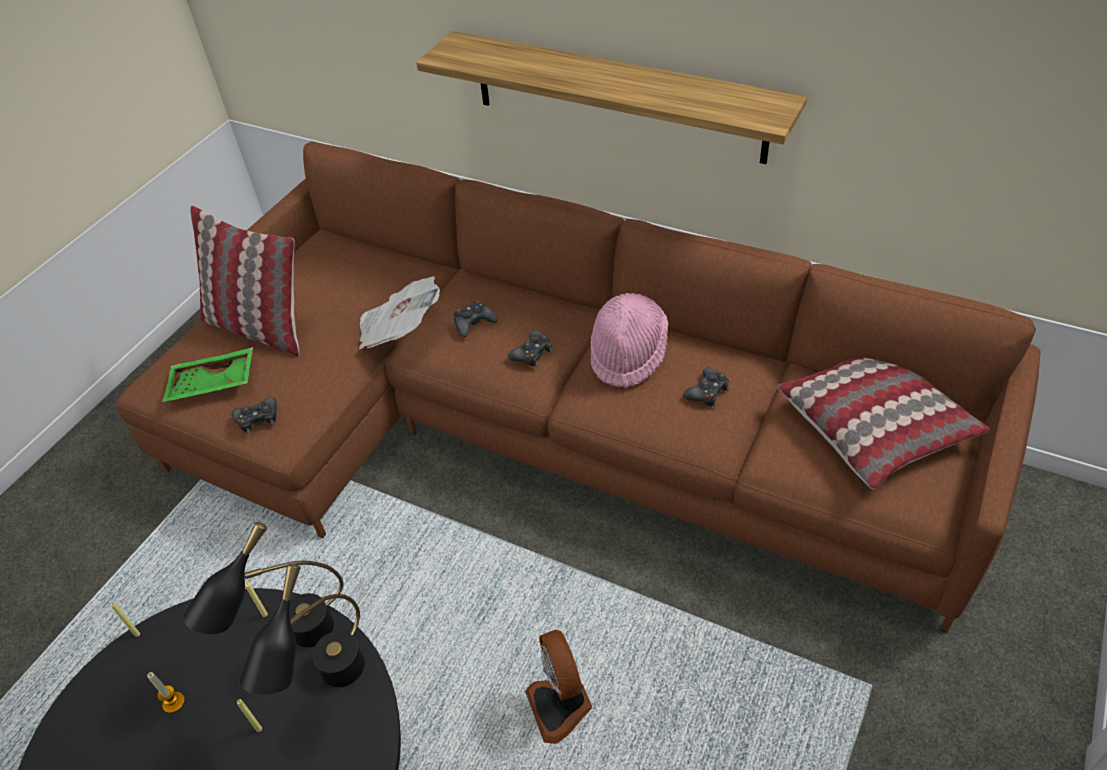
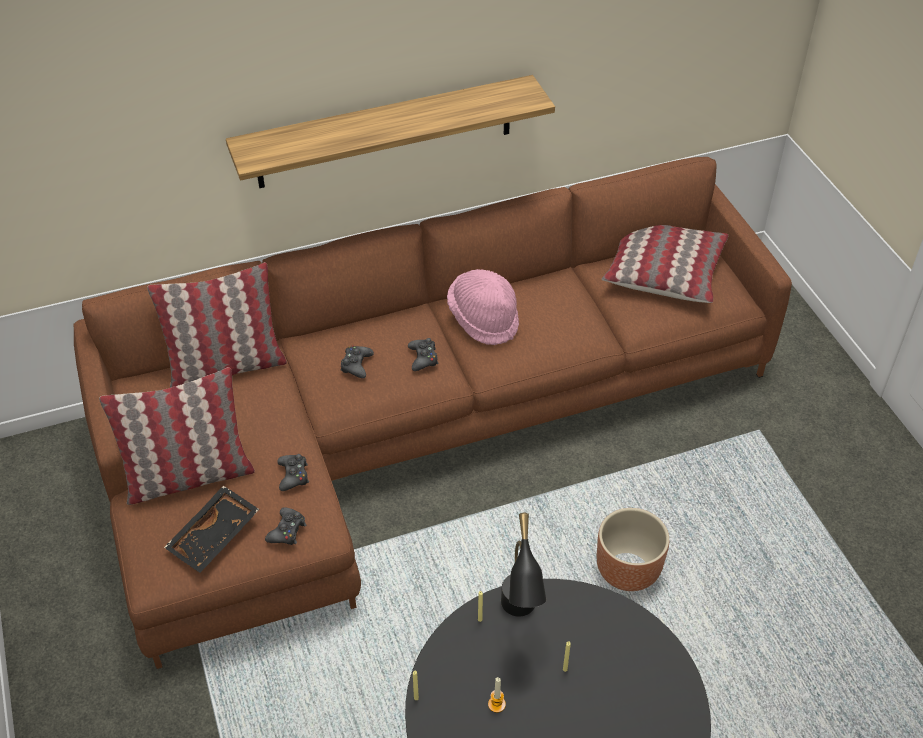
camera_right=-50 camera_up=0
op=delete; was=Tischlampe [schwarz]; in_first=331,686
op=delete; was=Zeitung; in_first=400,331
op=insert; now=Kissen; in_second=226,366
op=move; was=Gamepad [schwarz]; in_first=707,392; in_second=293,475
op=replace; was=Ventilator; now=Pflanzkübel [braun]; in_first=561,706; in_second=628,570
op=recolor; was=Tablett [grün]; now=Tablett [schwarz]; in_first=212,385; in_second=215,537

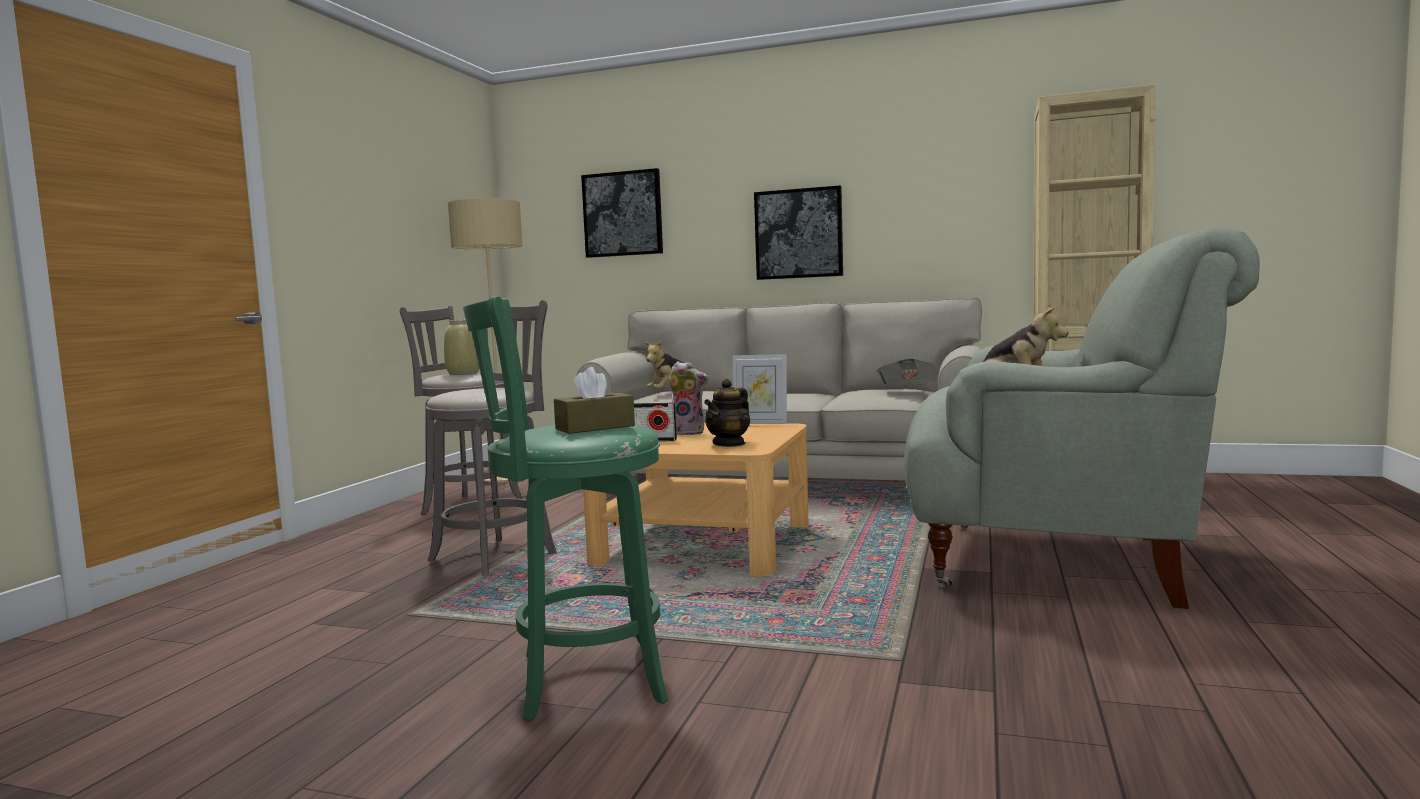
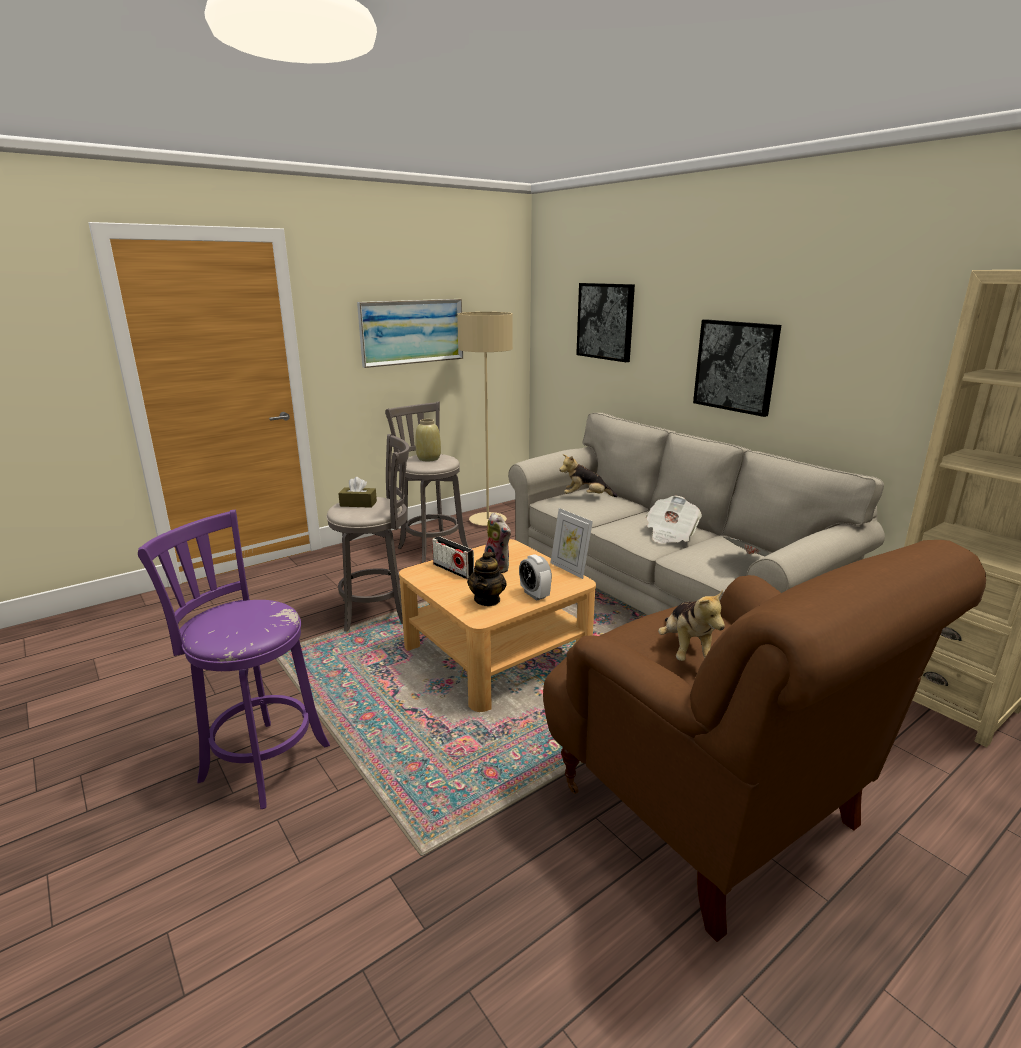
camera_right=35 camera_up=15
op=insert; now=Bild; in_second=412,331
op=insert; now=Wecker; in_second=534,594
op=insert; now=Zeitung; in_second=670,534
op=move; was=Taschentuchbox [braun]; in_first=595,427; in_second=358,504
op=recolor; was=Hocker [grün]; now=Hocker [lila]; in_first=581,679; in_second=260,760
op=recolor; was=Sessel [grau]; now=Sessel [braun]; in_first=1058,561; in_second=711,809
op=rotate; was=Teekanne; in_first=729,444; in_second=487,600; clockwise=-60

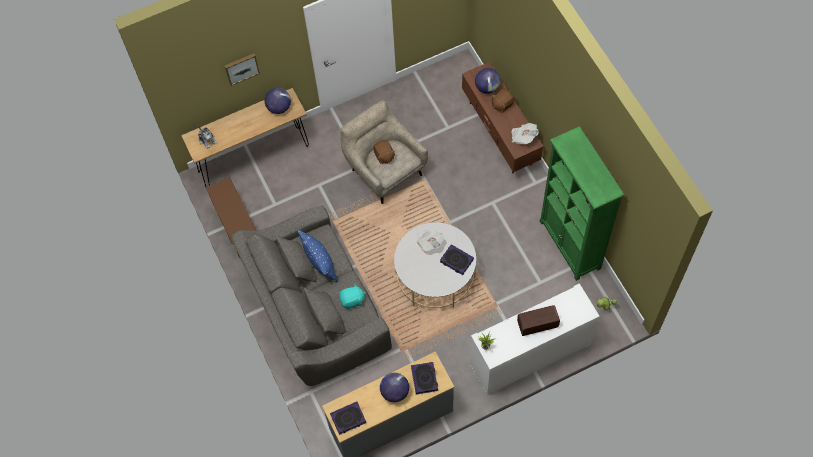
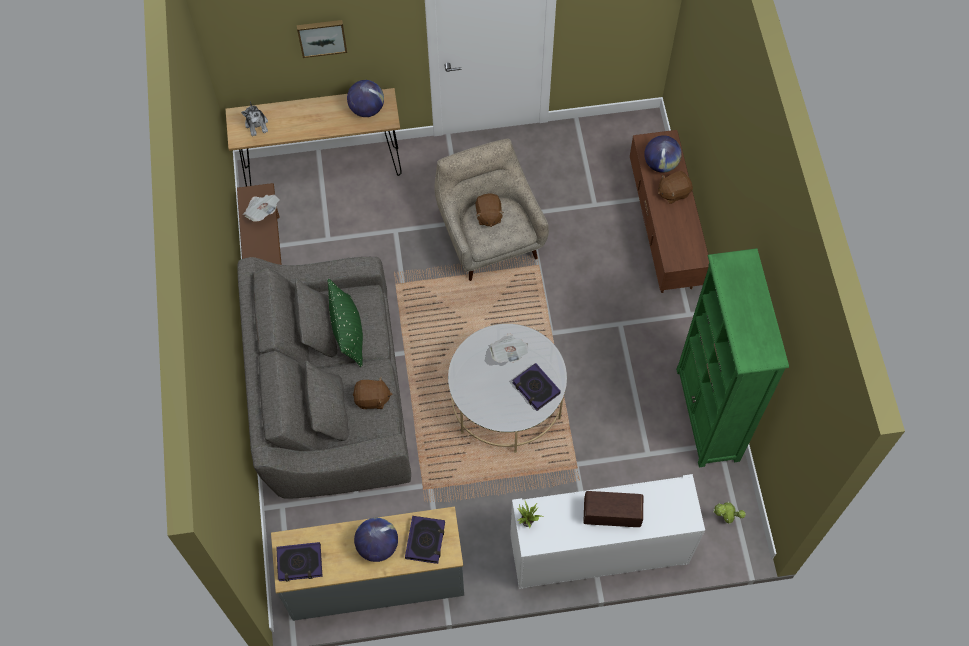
camera_right=15 camera_up=0
op=move; was=Zeitung; in_first=523,137; in_second=262,212
op=recolor; was=Kissen [blau]; now=Kissen [grün]; in_first=319,261; in_second=348,332
op=recolor; was=Plüschtier [türkis]; now=Plüschtier [braun]; in_first=352,300; in_second=372,399

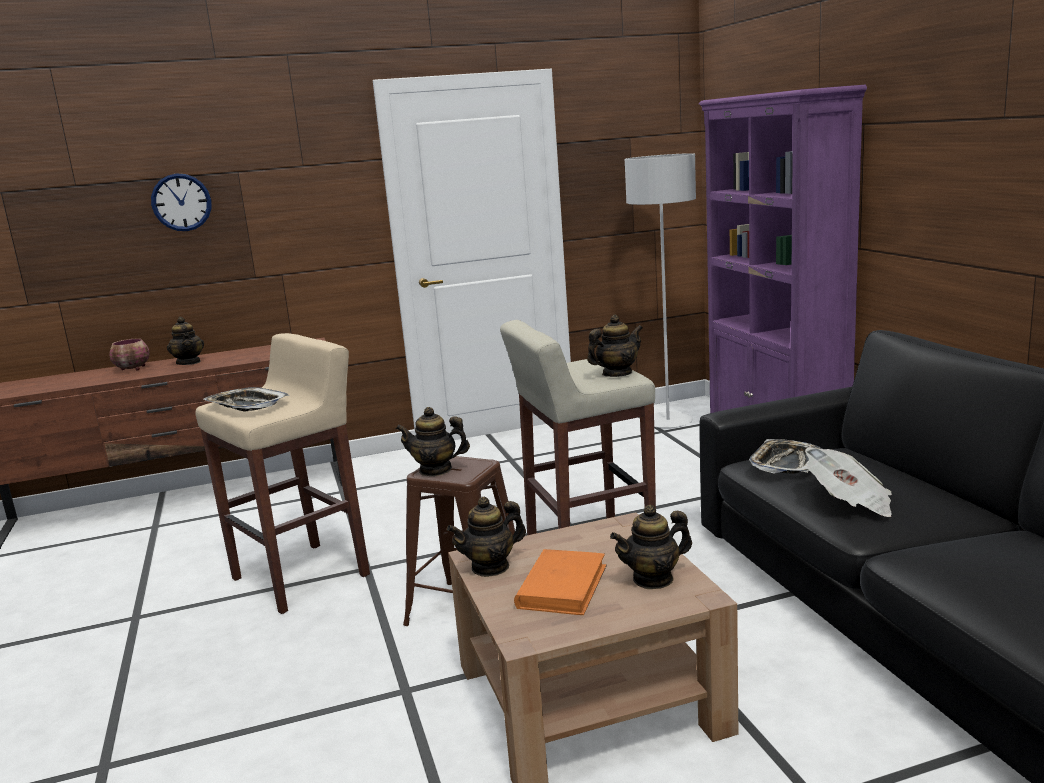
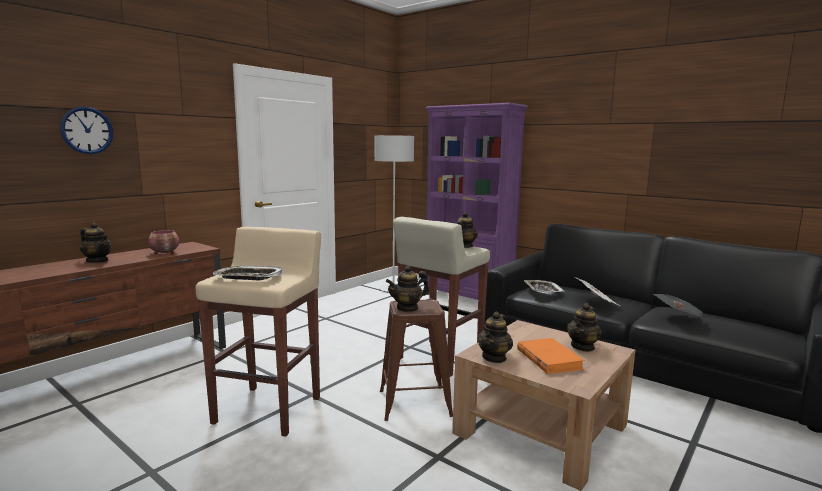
camera_right=-35 camera_up=-5
op=insert; now=Zeitung; in_second=678,317
op=move; was=Schüssel; in_first=133,369; in_second=165,253

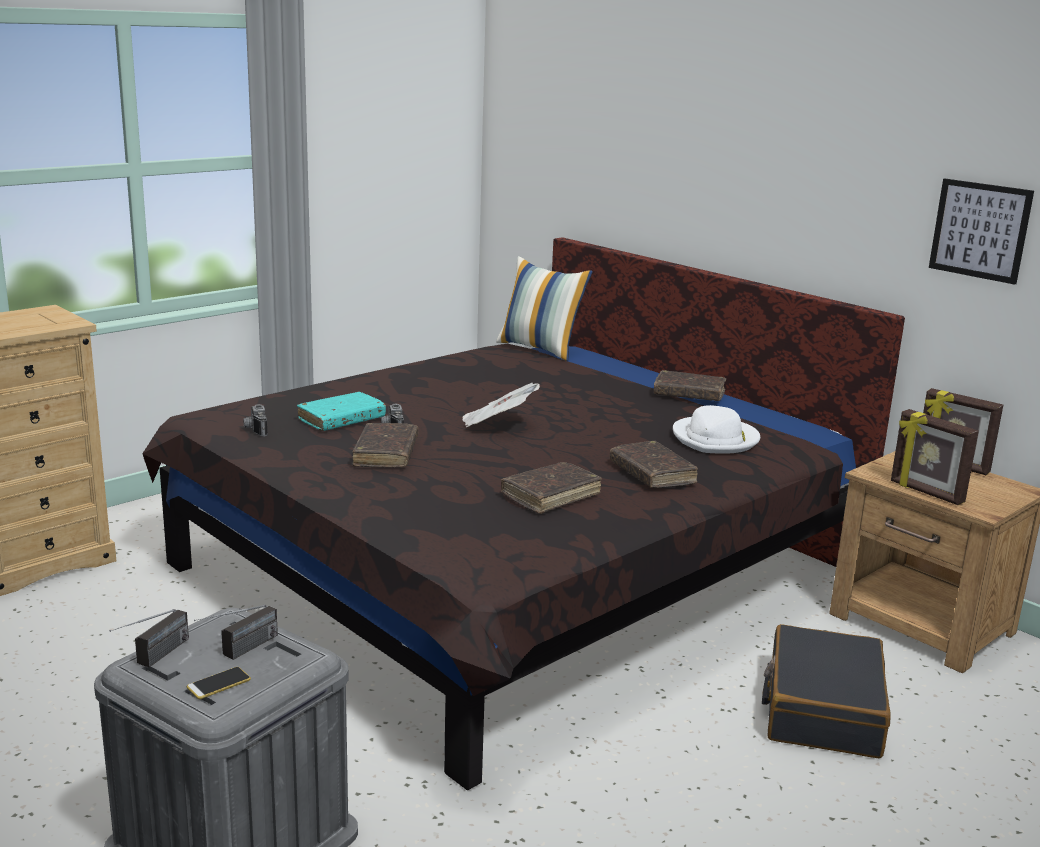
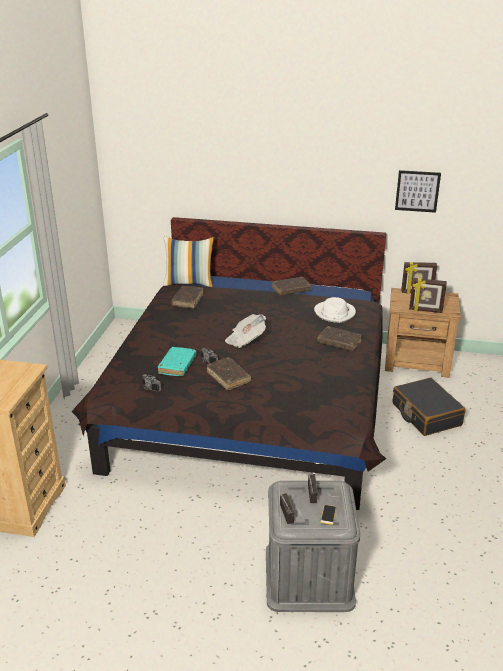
camera_right=-35 camera_up=10
op=move; was=Buch [braun]; in_first=551,496; in_second=187,300

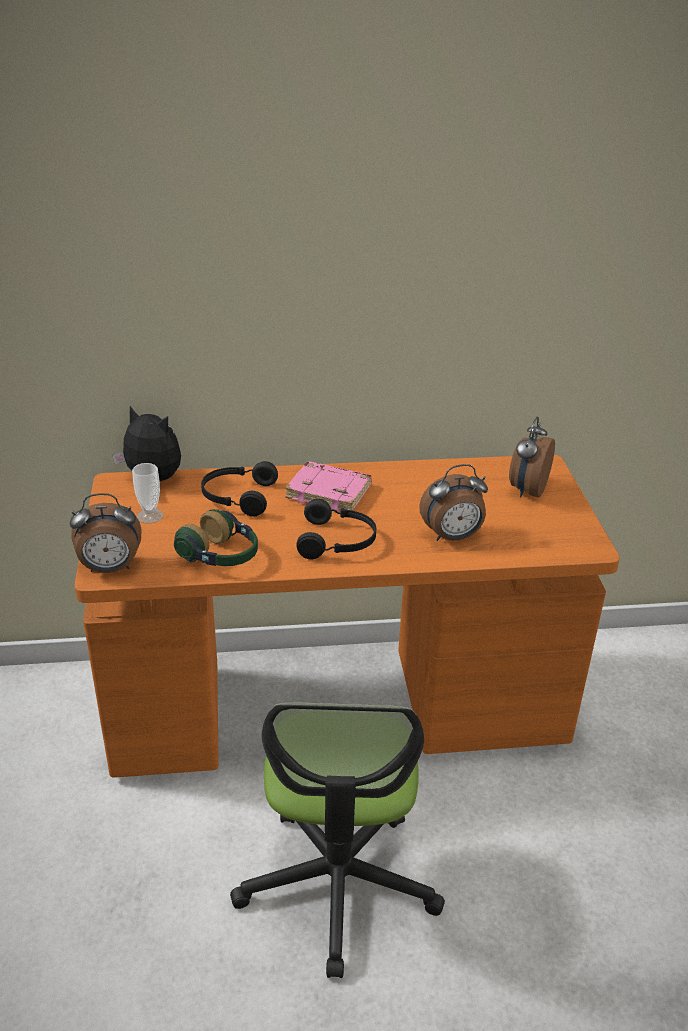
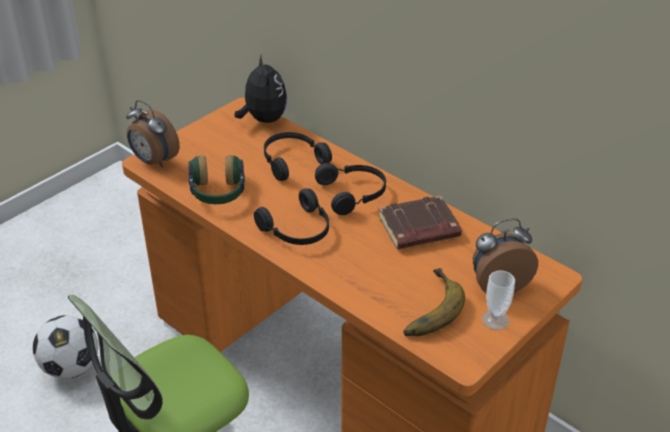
camera_right=50 camera_up=5
op=delete; was=Wecker; in_first=452,537
op=insert; now=Fußball; in_second=71,367
op=insert; now=Buch [braun]; in_second=418,229
op=insert; now=Banane; in_second=426,308
op=move; was=Tasse; in_first=150,516; in_second=495,320
op=replace; was=Buch [rosa]; now=Kopfhörer [schwarz]; in_first=330,492; in_second=353,194

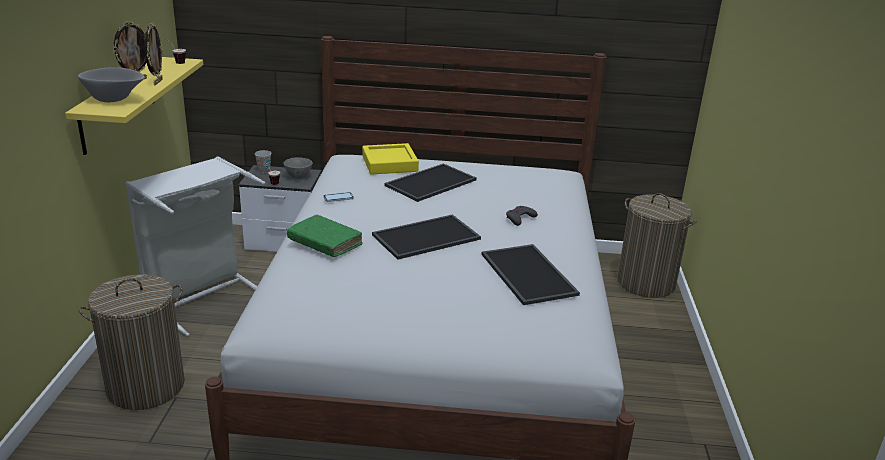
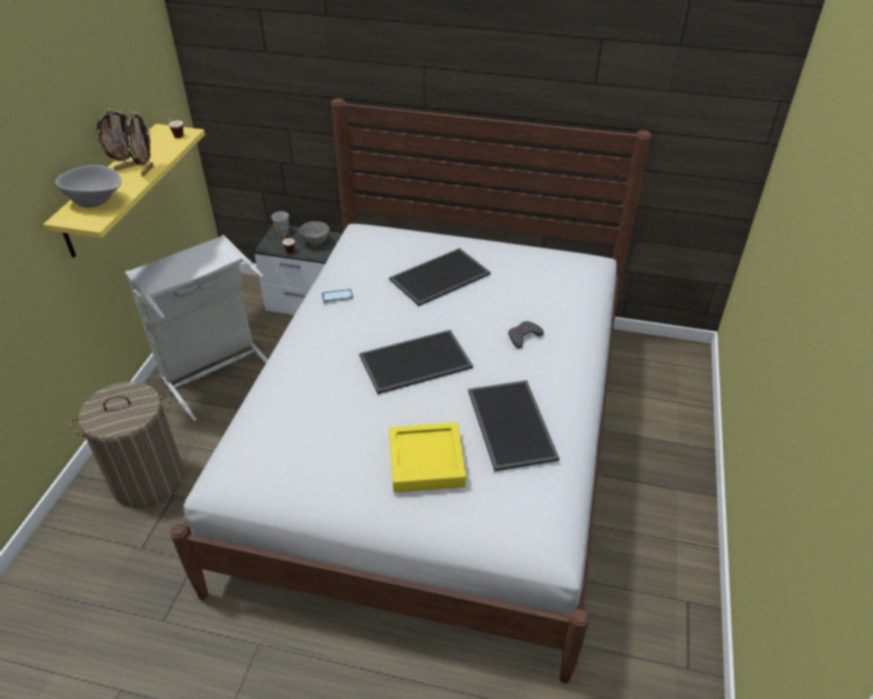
camera_right=10 camera_up=15
op=delete; was=Buch [grün]; in_first=325,243
op=delete; was=Wäschekorb; in_first=646,283
op=move; was=Tablett [gelb]; in_first=389,164; in_second=426,462

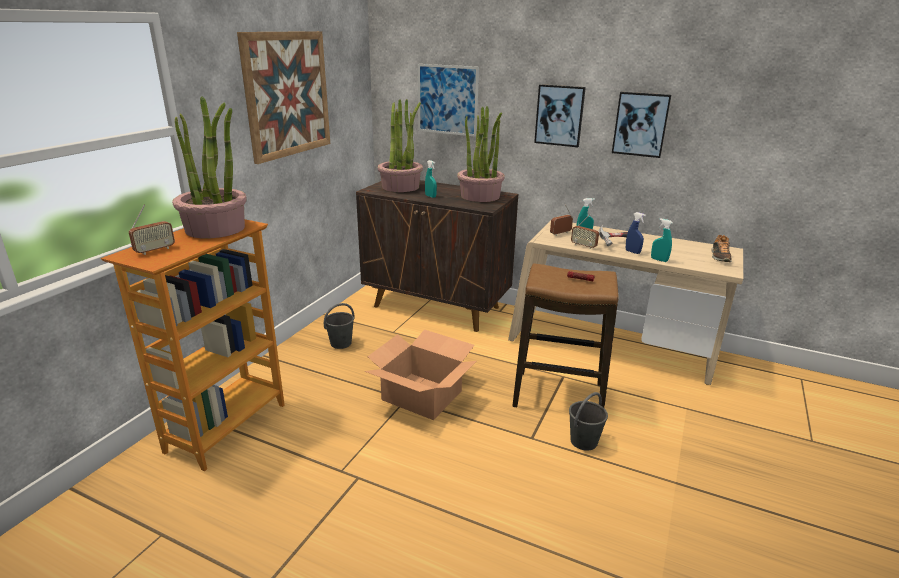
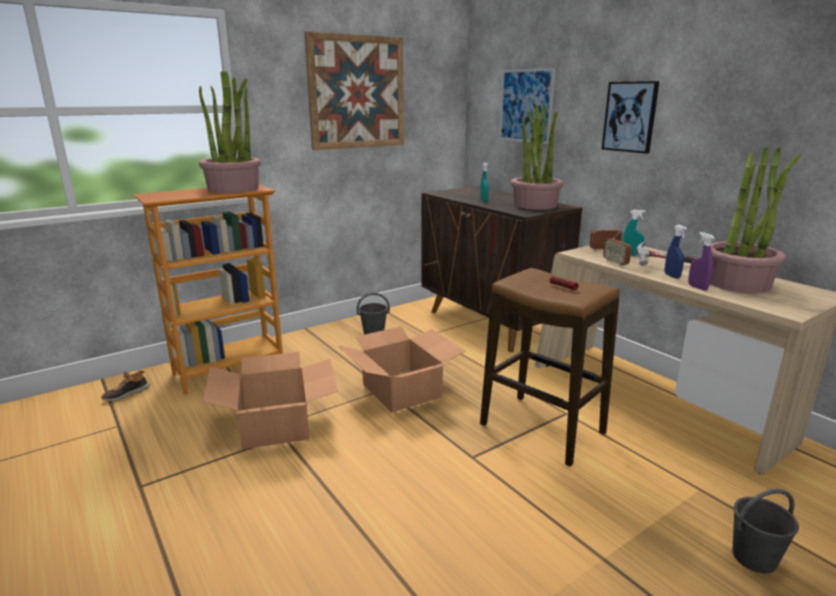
camera_right=30 camera_up=-5
op=delete; was=Radio; in_first=155,250
op=delete; was=Bild; in_first=640,124
op=insert; now=Karton; in_second=276,424
op=move; was=Topfpflanze; in_first=401,187; in_second=737,283
op=move; was=Eimer [grau]; in_first=584,441; in_second=754,557
op=move; was=Schuh; in_first=719,257; in_second=126,393
op=recolor; was=Sprühflasche [türkis]; now=Sprühflasche [lila]; in_first=659,260; in_second=697,287

